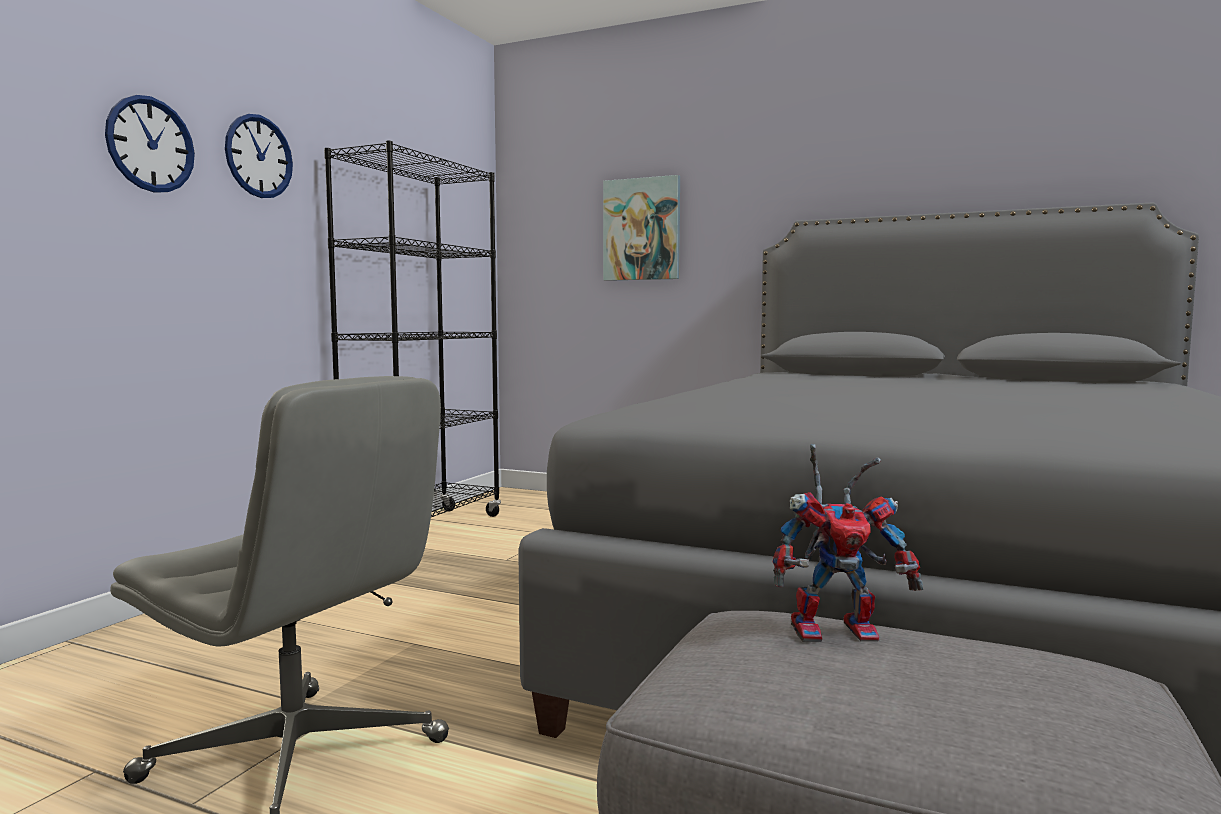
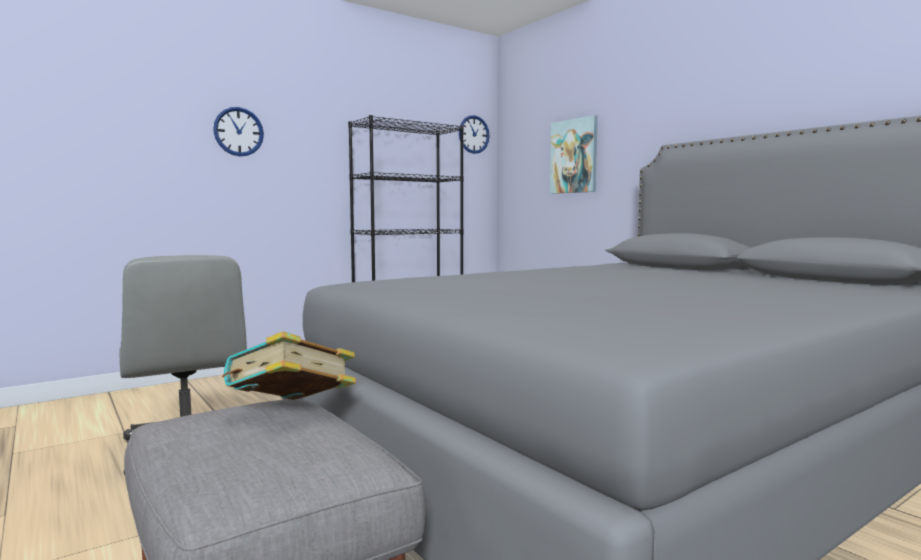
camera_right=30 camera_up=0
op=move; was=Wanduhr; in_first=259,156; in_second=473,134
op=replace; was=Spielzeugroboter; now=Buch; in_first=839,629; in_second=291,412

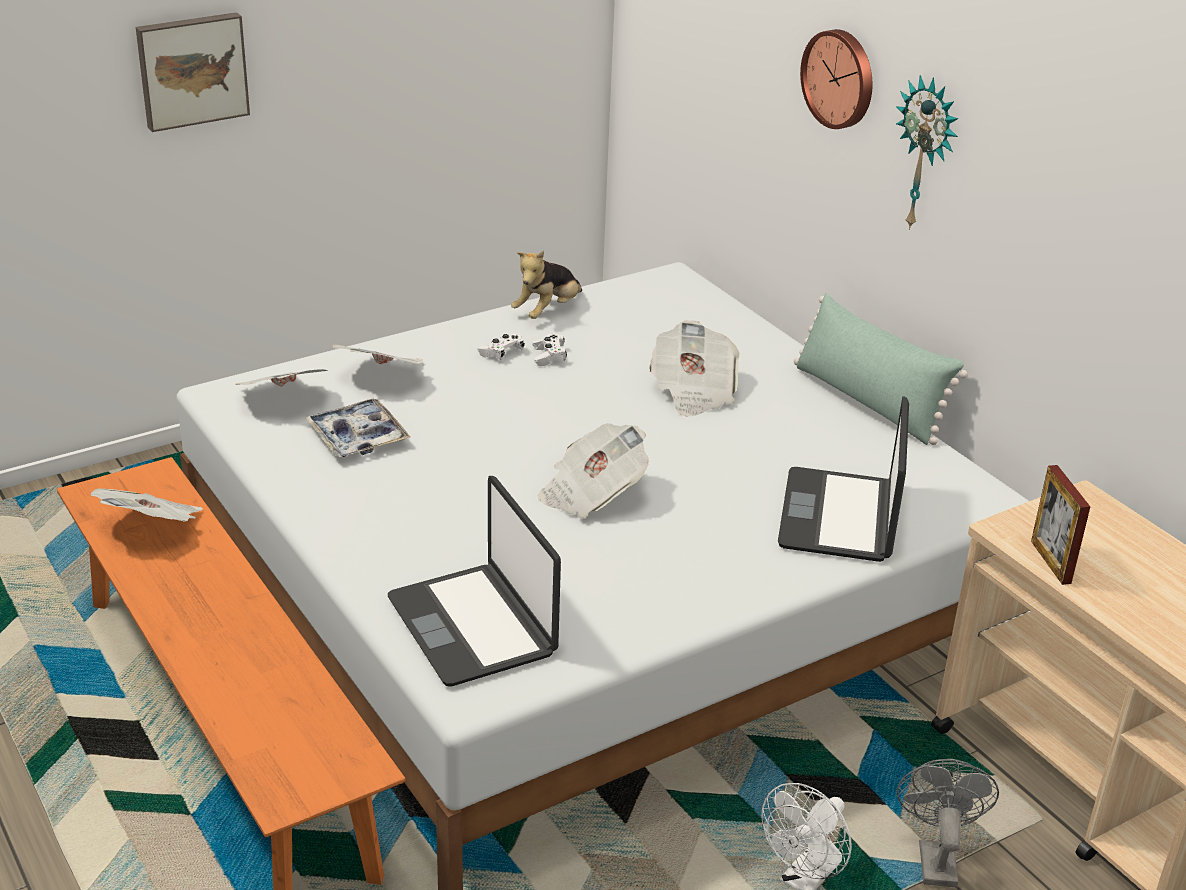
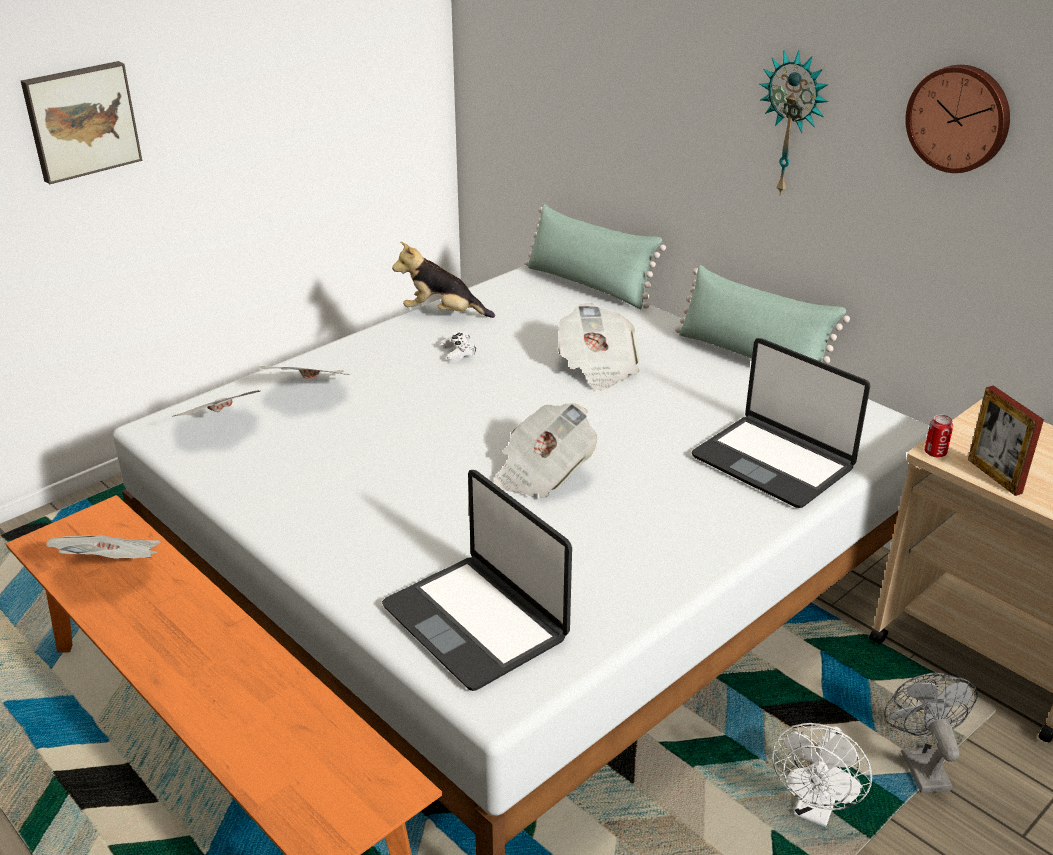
camera_right=-10 camera_up=0
op=delete; was=Tablett; in_first=358,437
op=delete; was=Gamepad [weiß]; in_first=501,353
op=insert; now=Kissen [grün]; in_second=589,285
op=insert; now=Dose; in_second=935,453
op=move; was=Wanduhr; in_first=840,78; in_second=959,118
op=rotate; was=Plüschtier; in_first=547,311; in_second=442,314; clockwise=75
op=rotate; was=Laptop; in_first=840,517; in_second=773,462; clockwise=-45

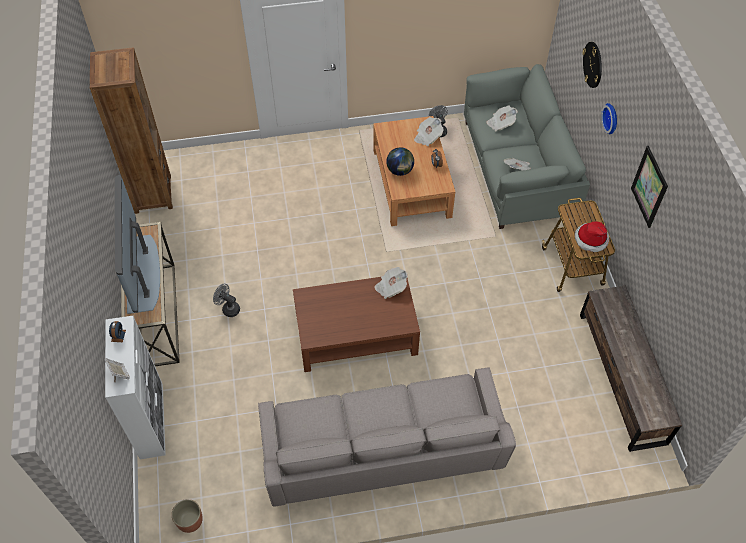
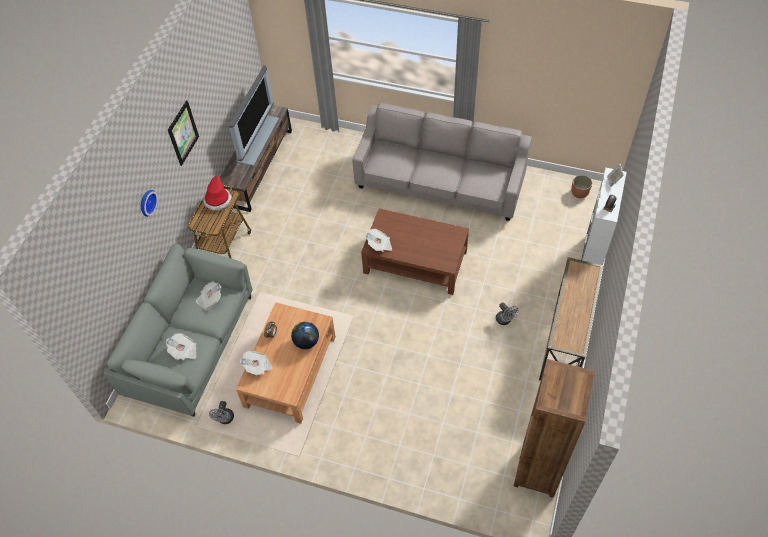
camera_right=-150 camera_up=0
op=delete; was=Wanduhr; in_first=593,64
op=move; was=Fernseher; in_first=142,273; in_second=256,139

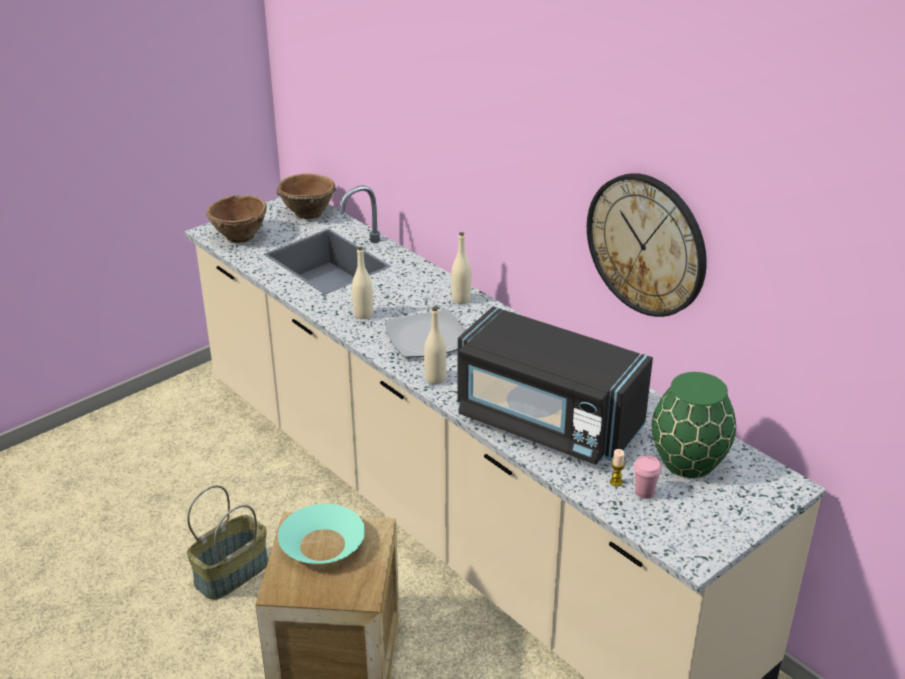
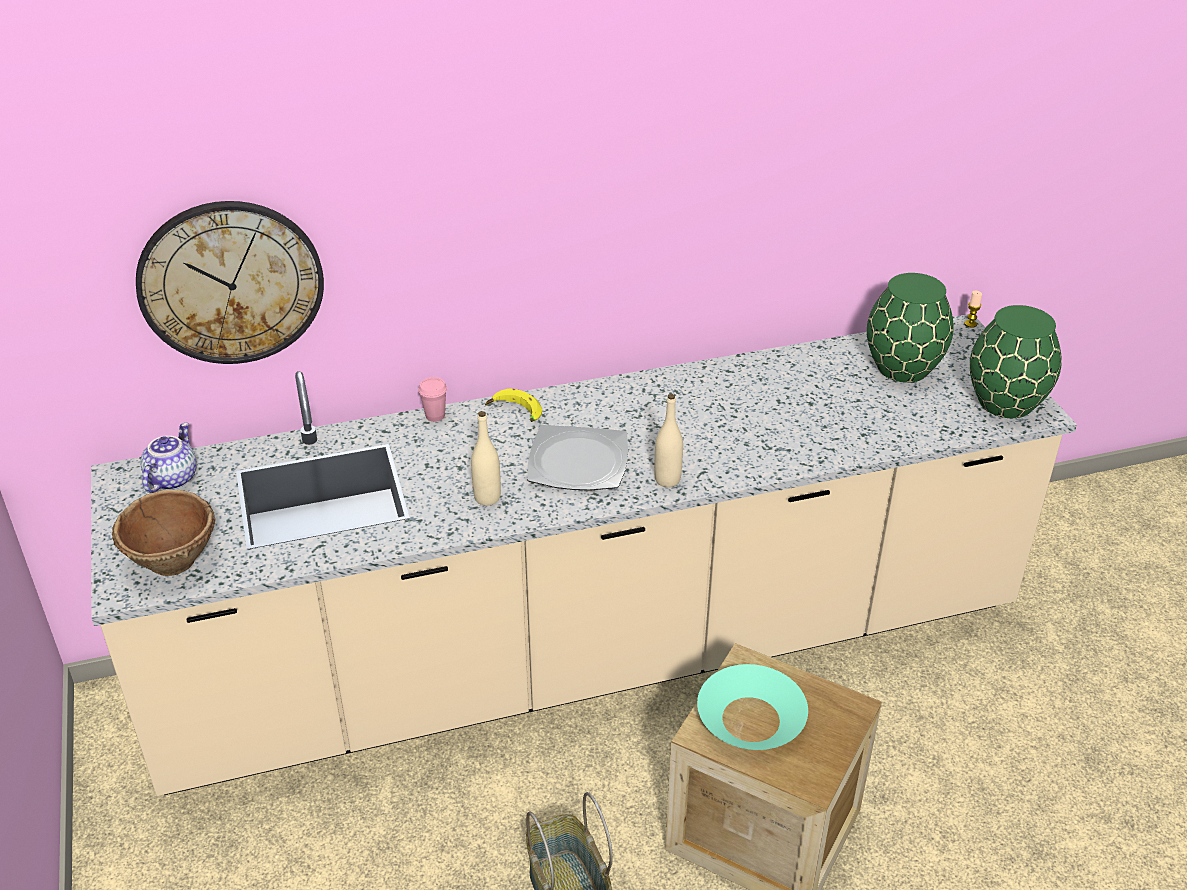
camera_right=-65 camera_up=5
op=delete; was=Mikrowelle [schwarz]; in_first=546,422
op=insert; now=Vase [grün]; in_second=1006,402
op=move; was=Wanduhr; in_first=646,244; in_second=231,282
op=move; was=Kerze; in_first=616,482; in_second=970,324
op=move; was=Tasse [rosa]; in_first=644,492; in_second=435,416
op=replace; was=Schüssel [braun]; now=Teekanne; in_first=307,213; in_second=171,478
op=replace; was=Flasche [beige]; now=Banane; in_first=461,299; in_second=515,413

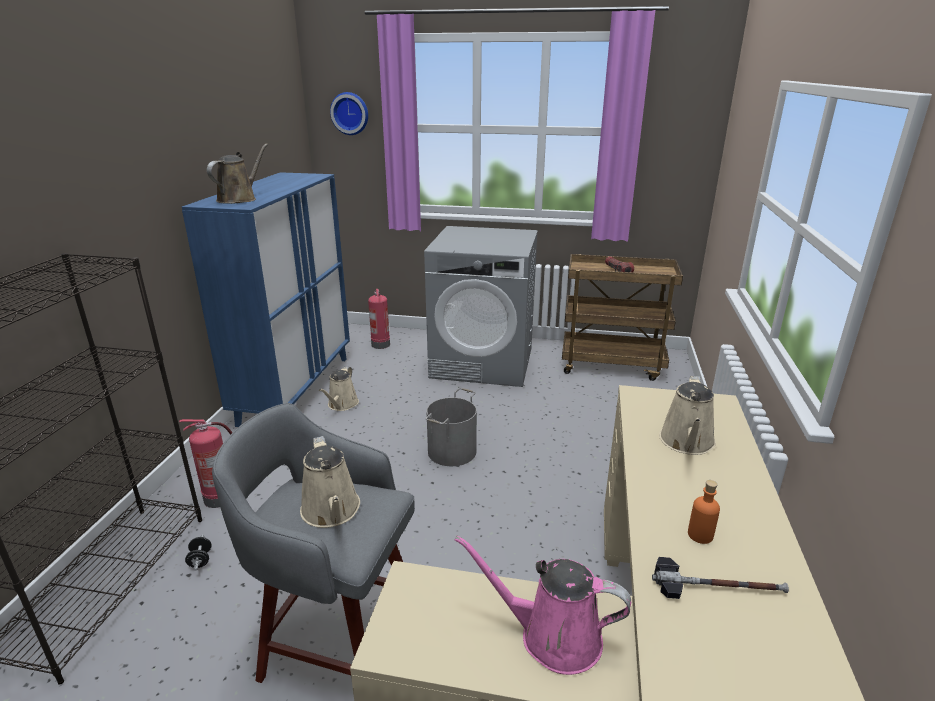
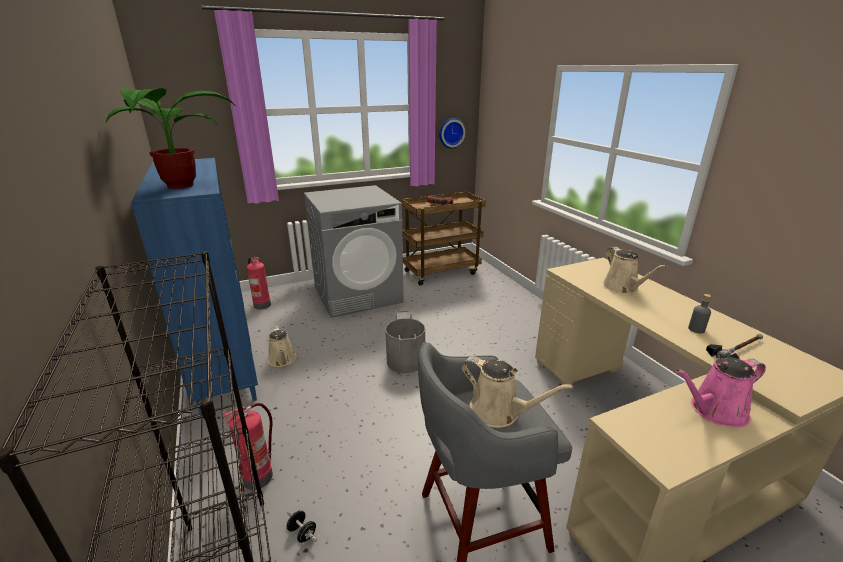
camera_right=-35 camera_up=0
op=move; was=Wanduhr; in_first=350,113; in_second=451,133
op=replace; was=Gießkanne [braun]; now=Topfpflanze; in_first=239,199; in_second=180,187
op=recolor; was=Flasche [orange]; now=Flasche [grau]; in_first=700,535; in_second=696,329

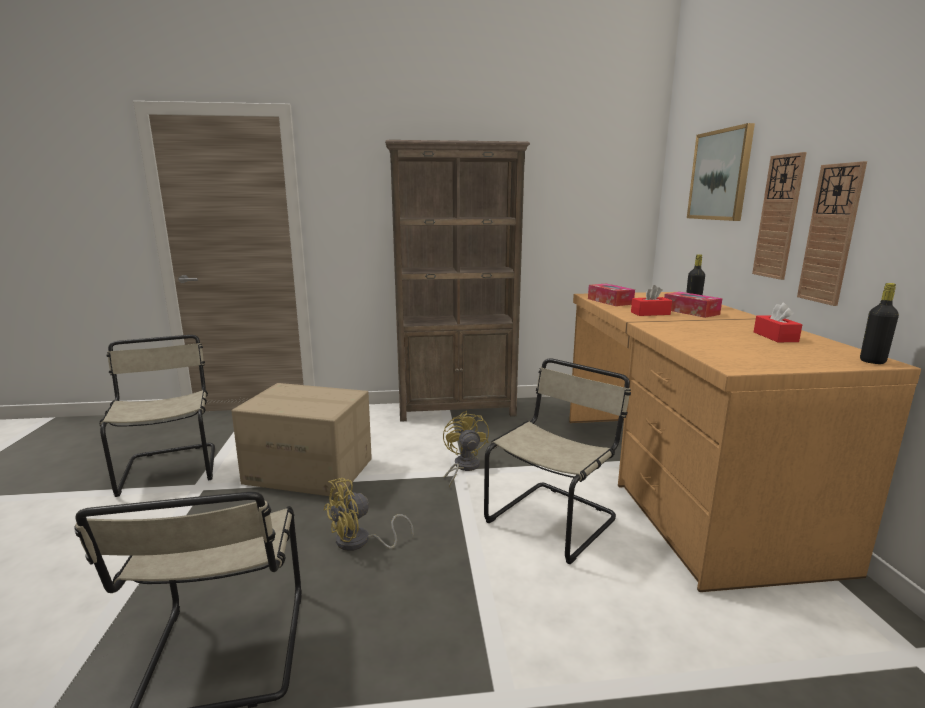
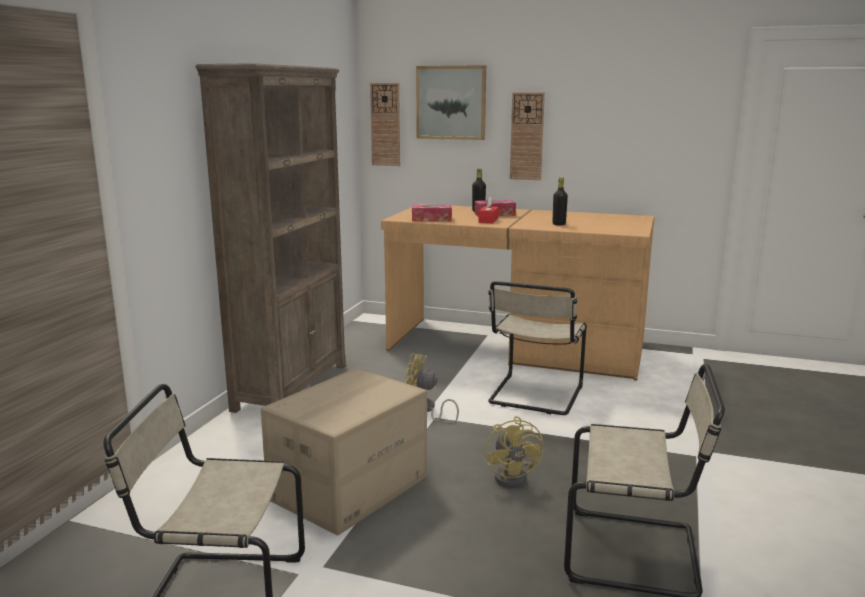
camera_right=-65 camera_up=0
op=delete; was=Taschentuchbox [rot]; in_first=775,337
op=move; was=Wanduhr; in_first=831,234; in_second=385,124
op=move; was=Flasche [schwarz]; in_first=872,361; in_second=559,224
op=rotate; was=Stuhl [beige]; in_first=554,518; in_second=535,396; clockwise=-135

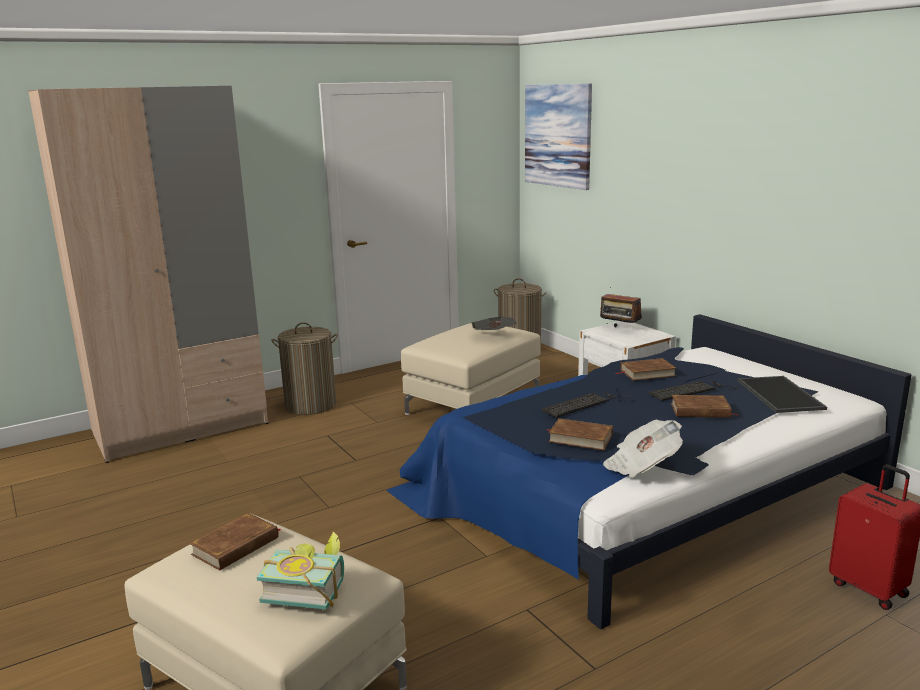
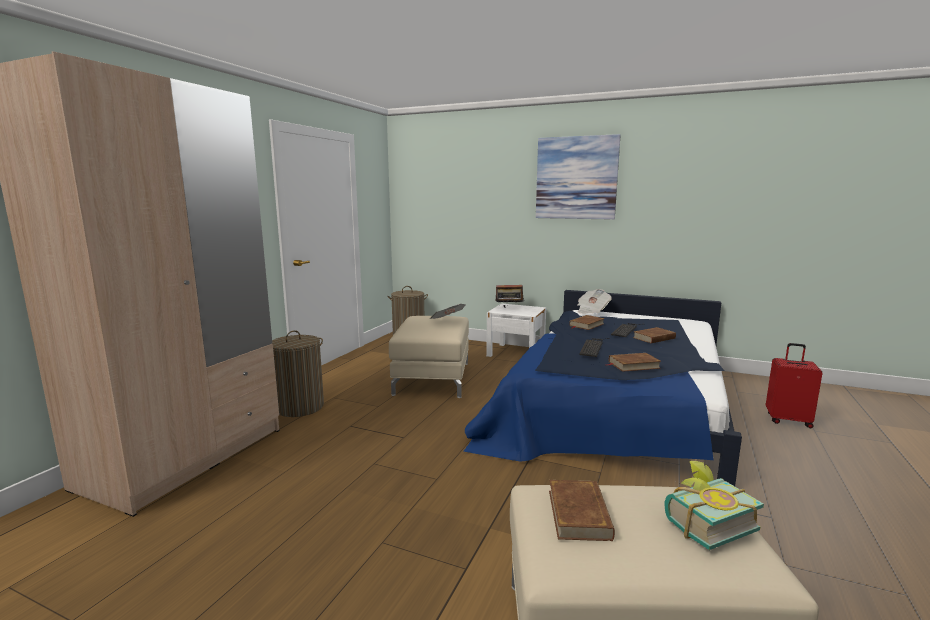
camera_right=-35 camera_up=-5
op=delete; was=Tablett; in_first=778,394
op=move; was=Bild; in_first=558,135; in_second=576,178
op=move; was=Zeitung; in_first=641,466; in_second=592,311

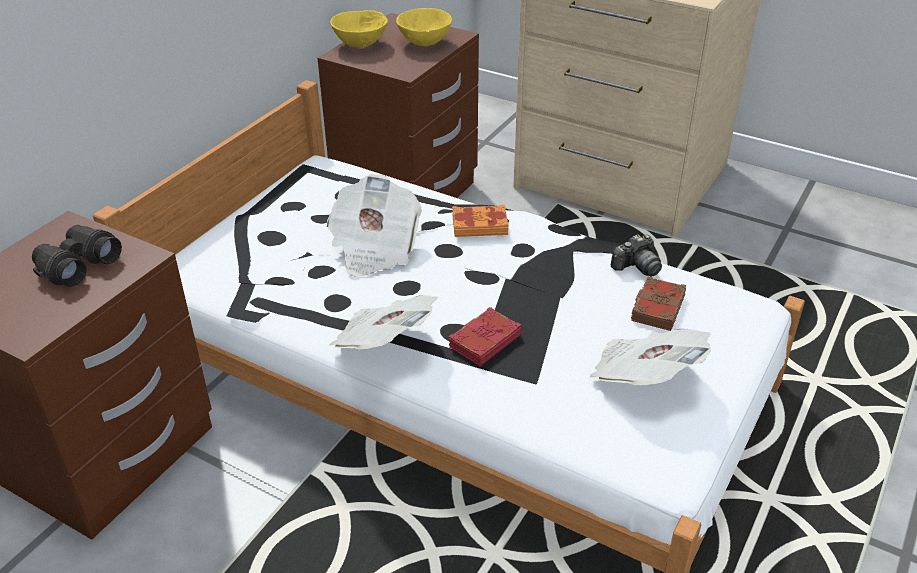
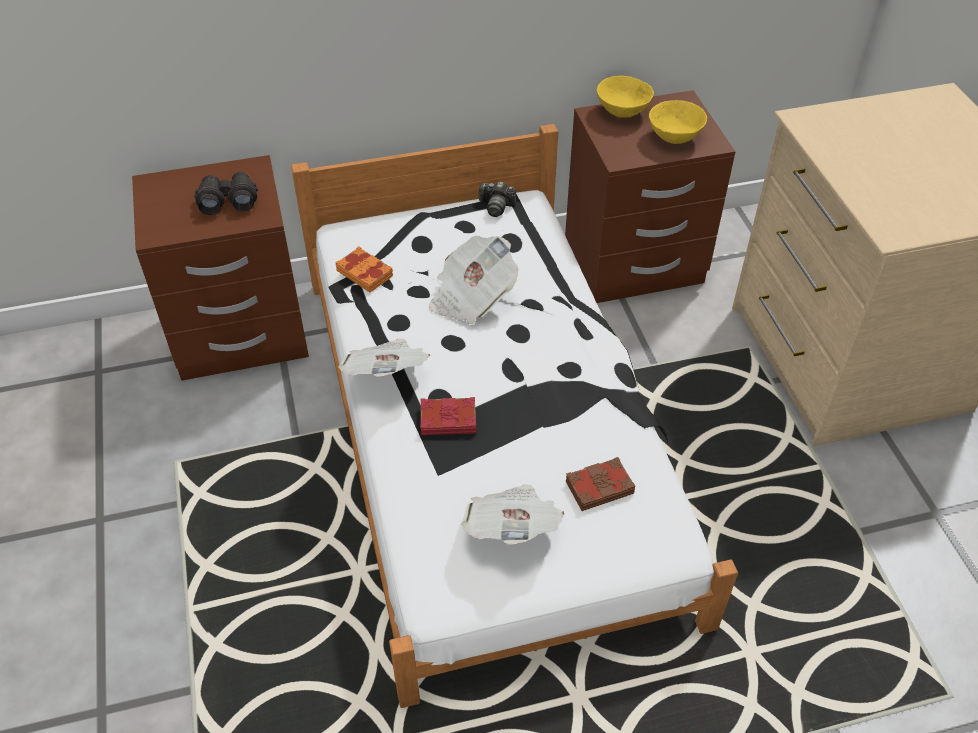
camera_right=45 camera_up=10
op=move; was=Buch [orange]; in_first=479,225; in_second=365,273
op=move; was=Kamera; in_first=636,267; in_second=496,206

